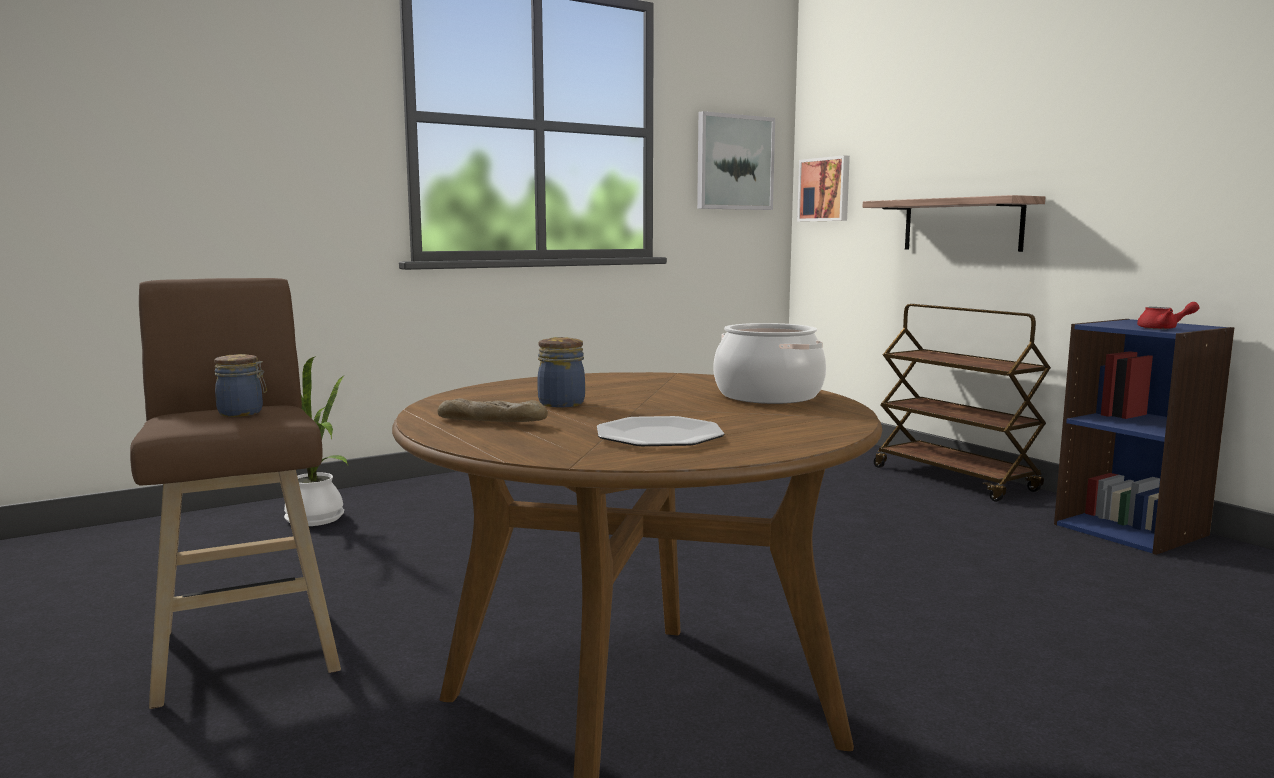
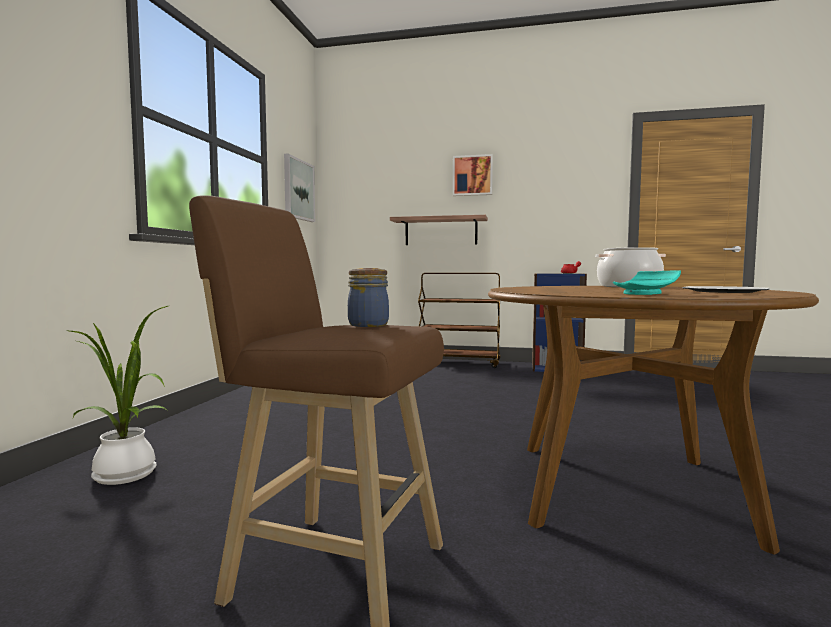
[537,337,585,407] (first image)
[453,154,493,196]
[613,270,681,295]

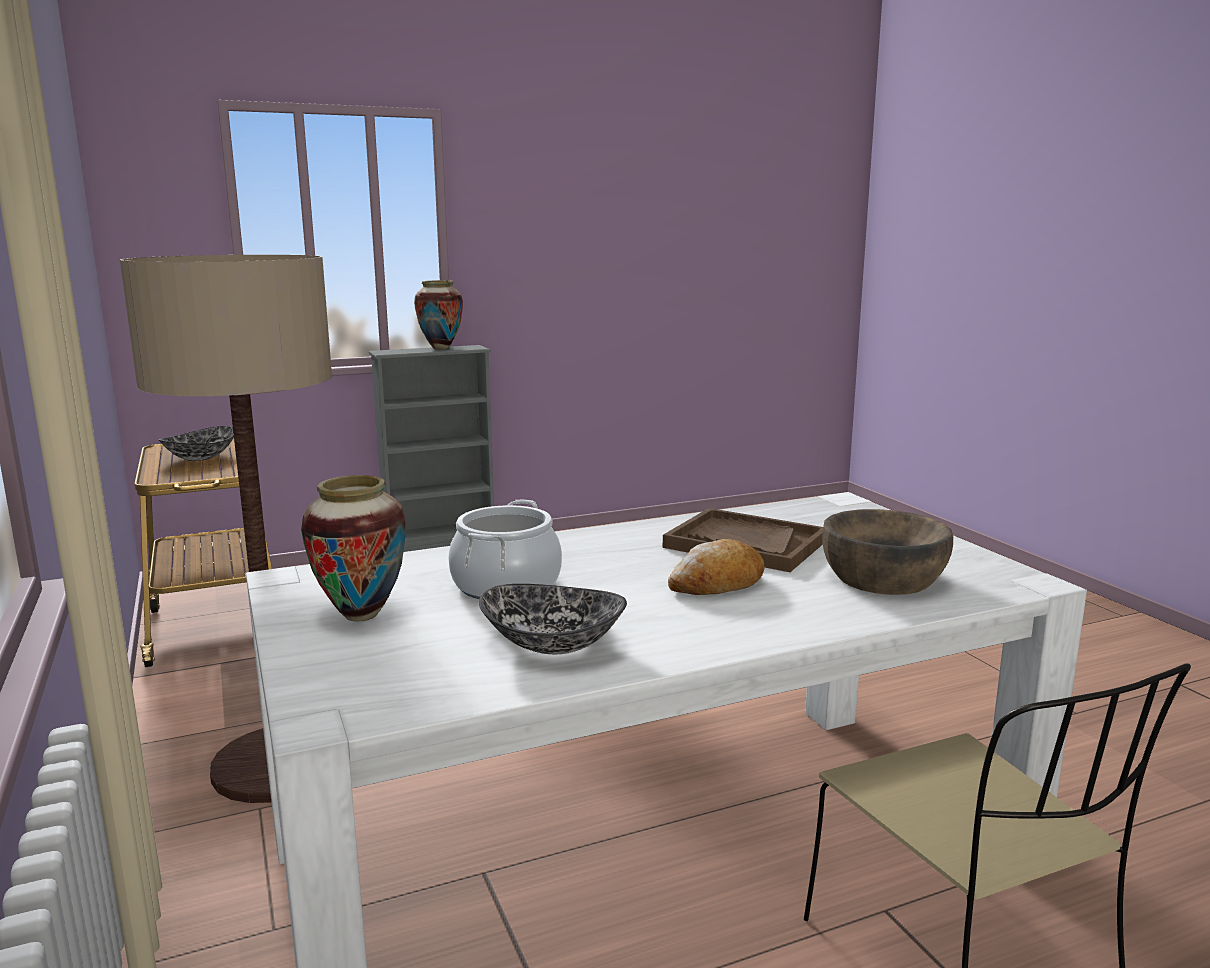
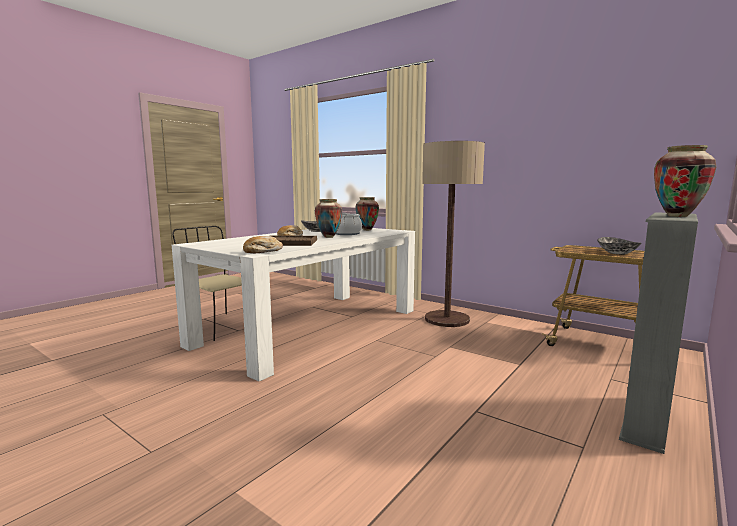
[822,509,953,595] (first image)
[243,236,283,253]
[315,199,342,238]

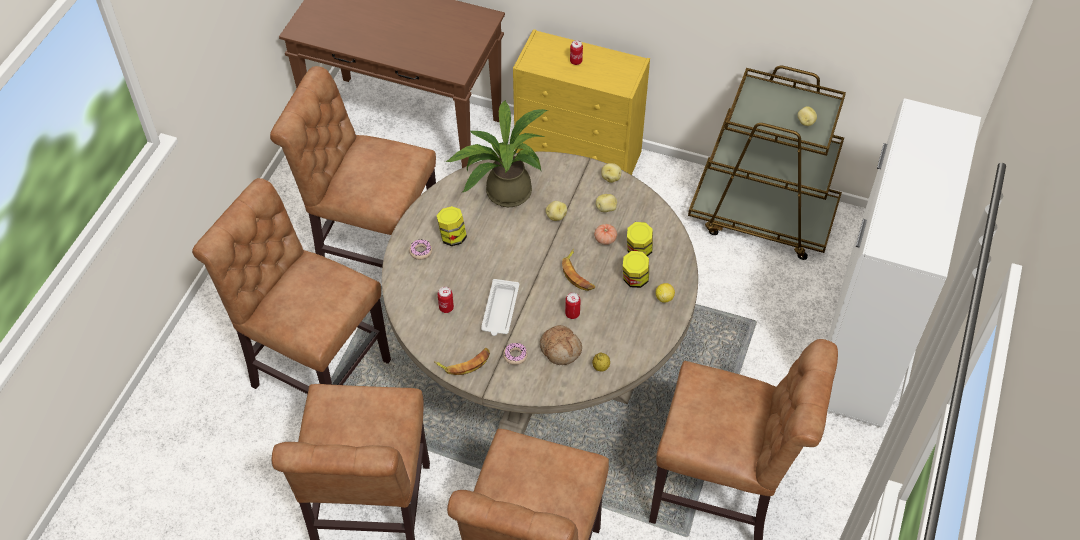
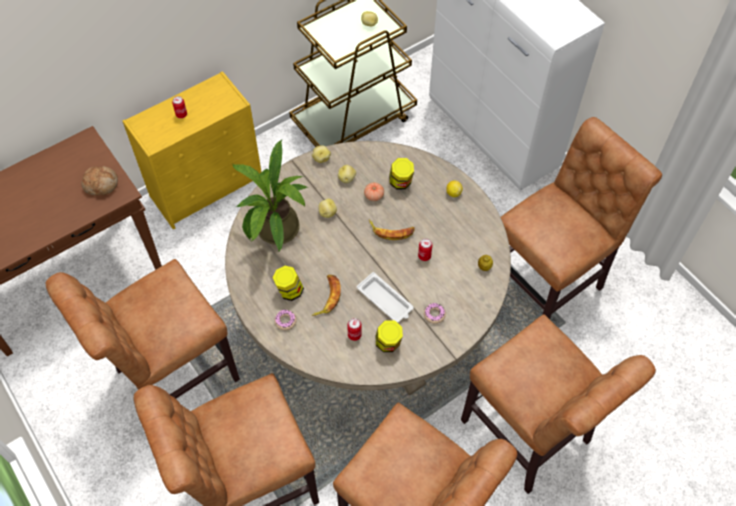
[311,275,341,316]
[81,166,118,196]
[375,320,403,352]

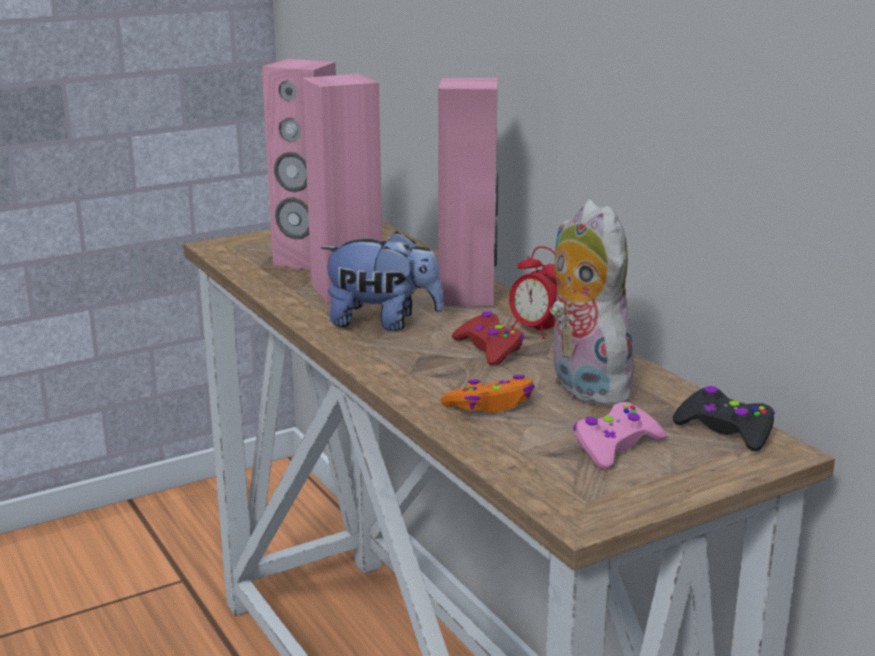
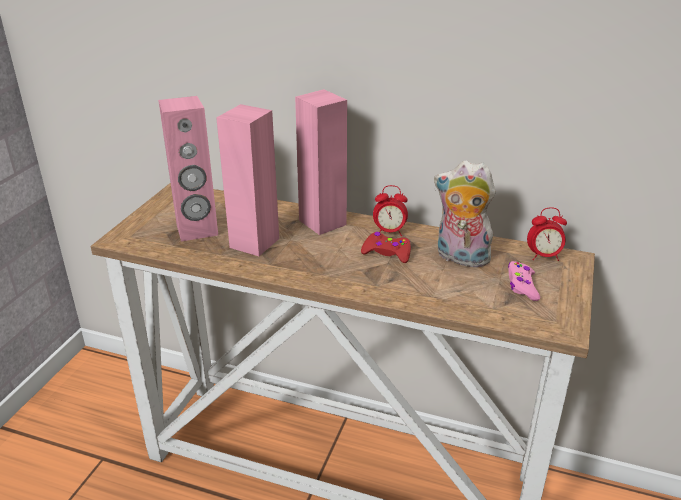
[321,231,444,331] (first image)
[441,375,535,413] (first image)
[527,207,567,261]

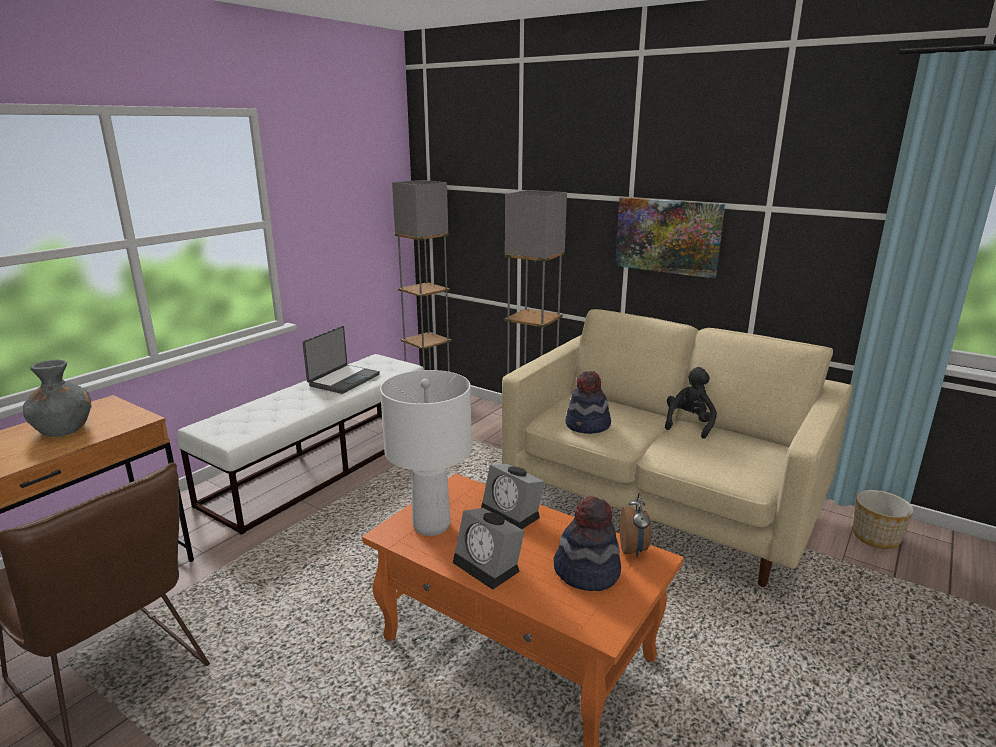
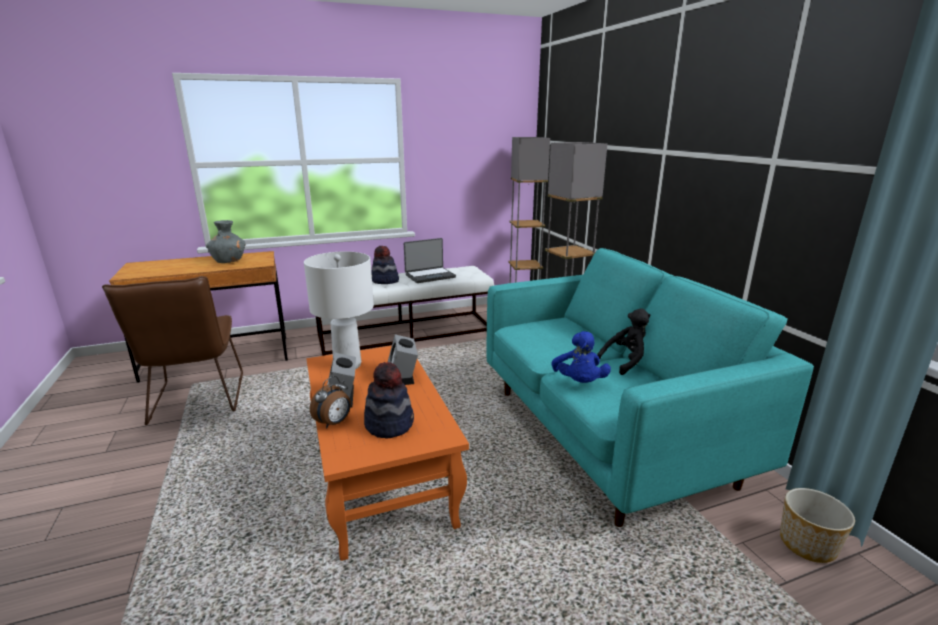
[615,197,725,279] (first image)
[551,331,611,383]
[371,246,399,284]
[310,376,351,429]
[486,248,814,527]

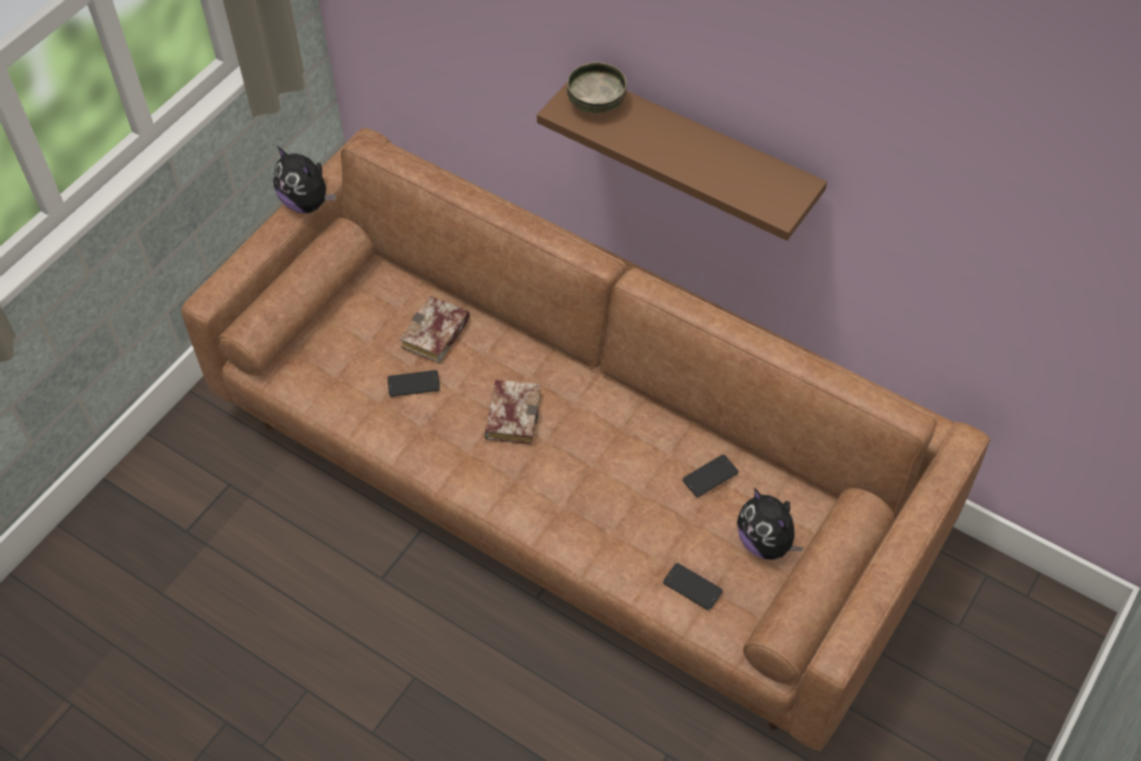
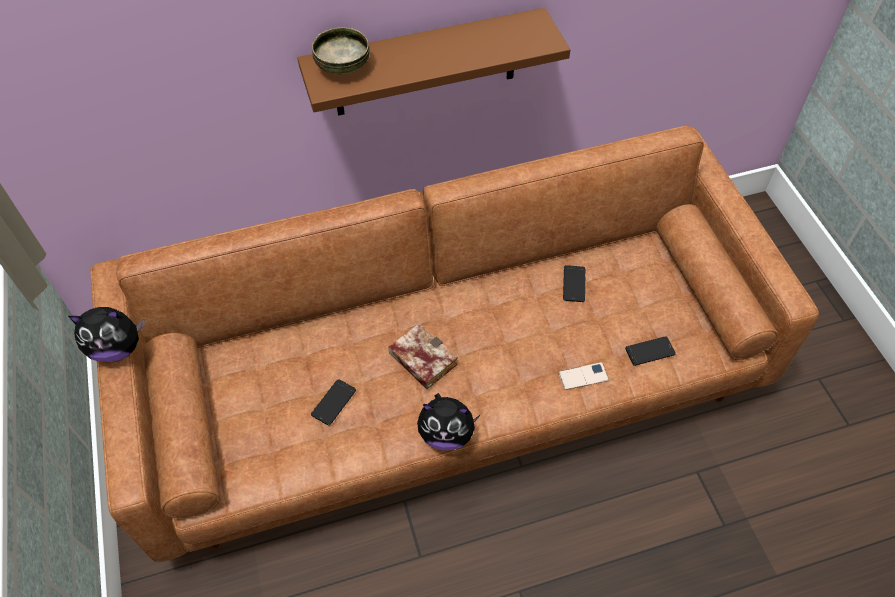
[400,296,470,363] (first image)
[558,362,609,390]
[417,393,481,450]

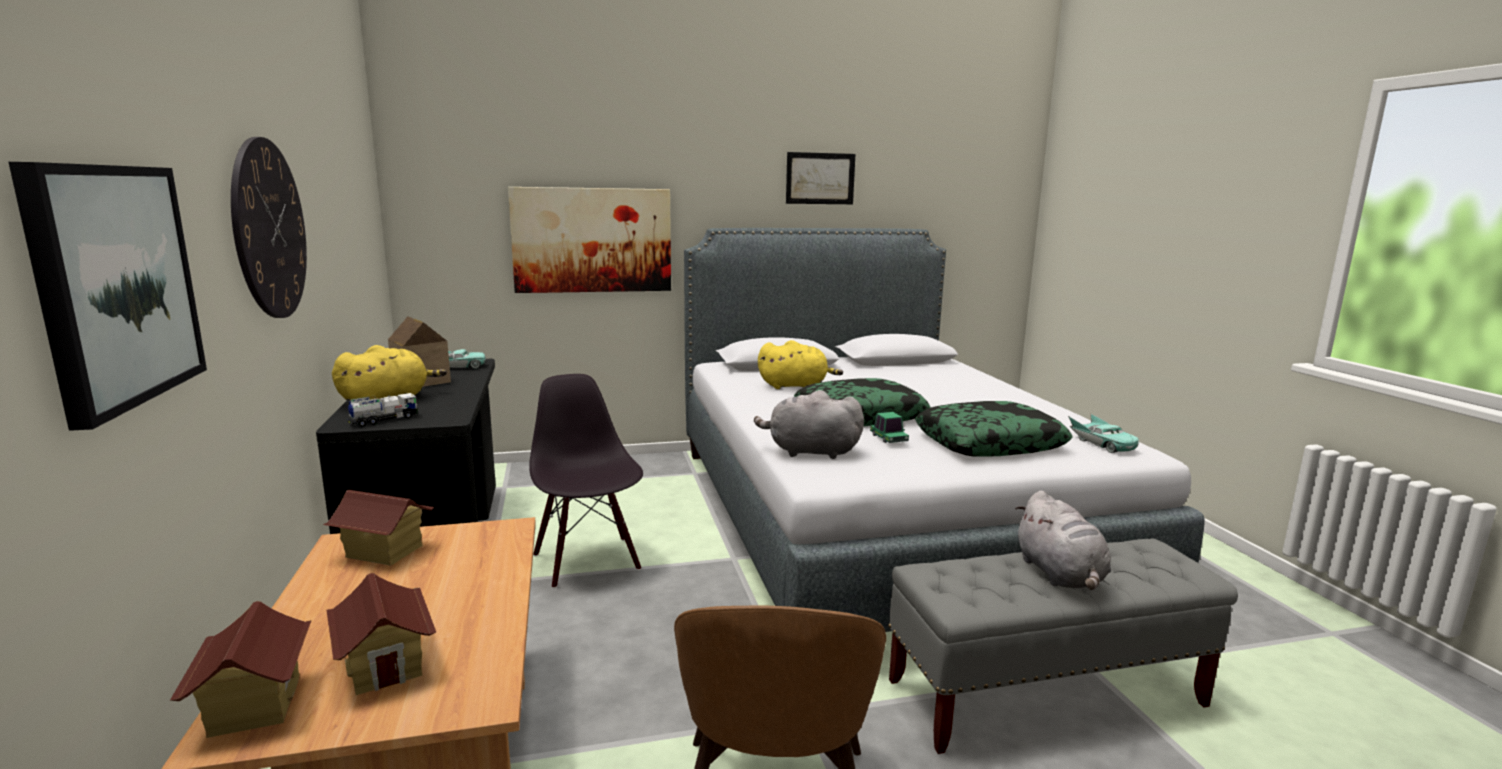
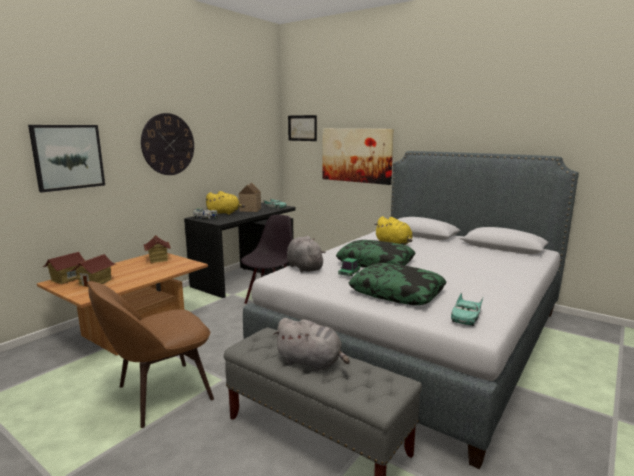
[288,115,317,141]
[273,318,350,371]

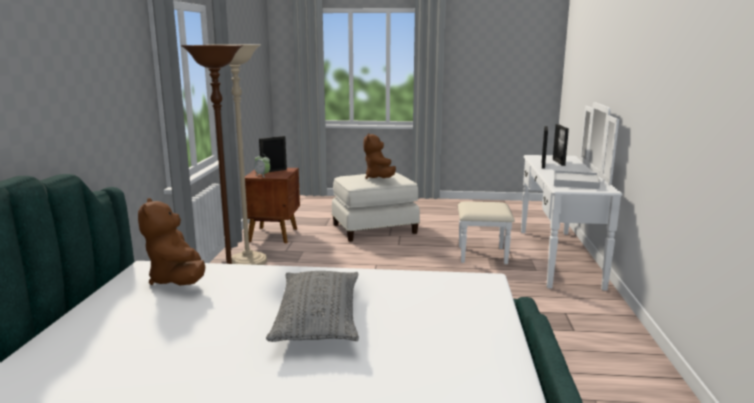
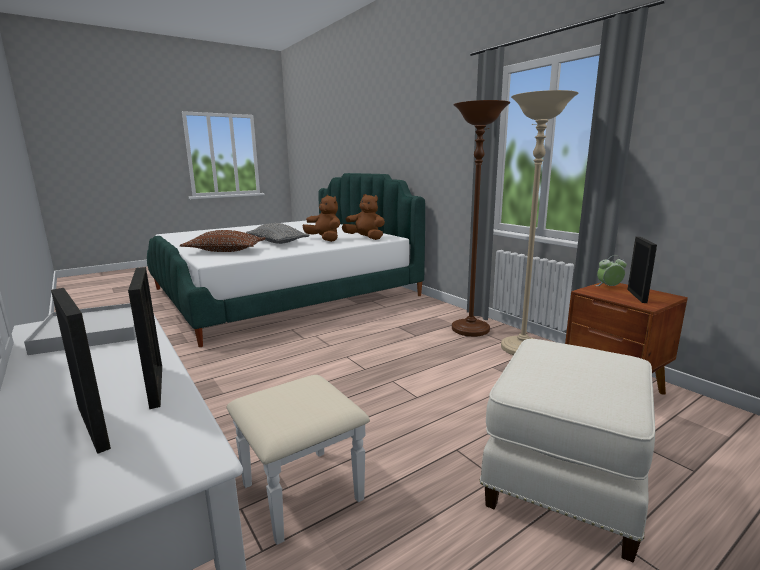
[180,230,265,252]
[303,195,340,242]

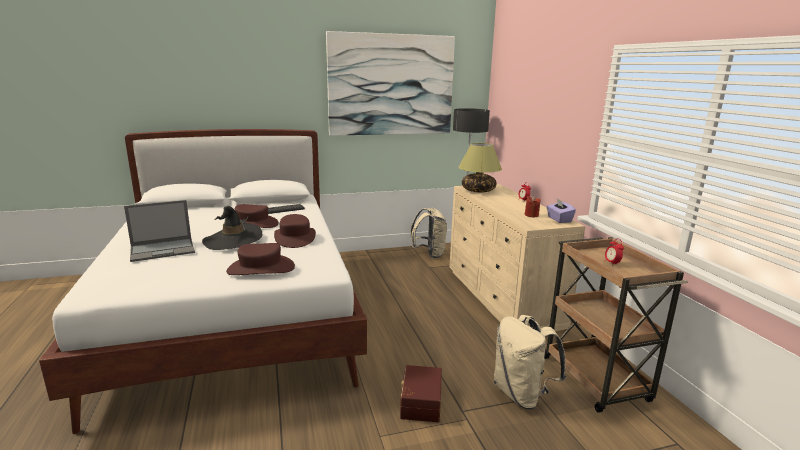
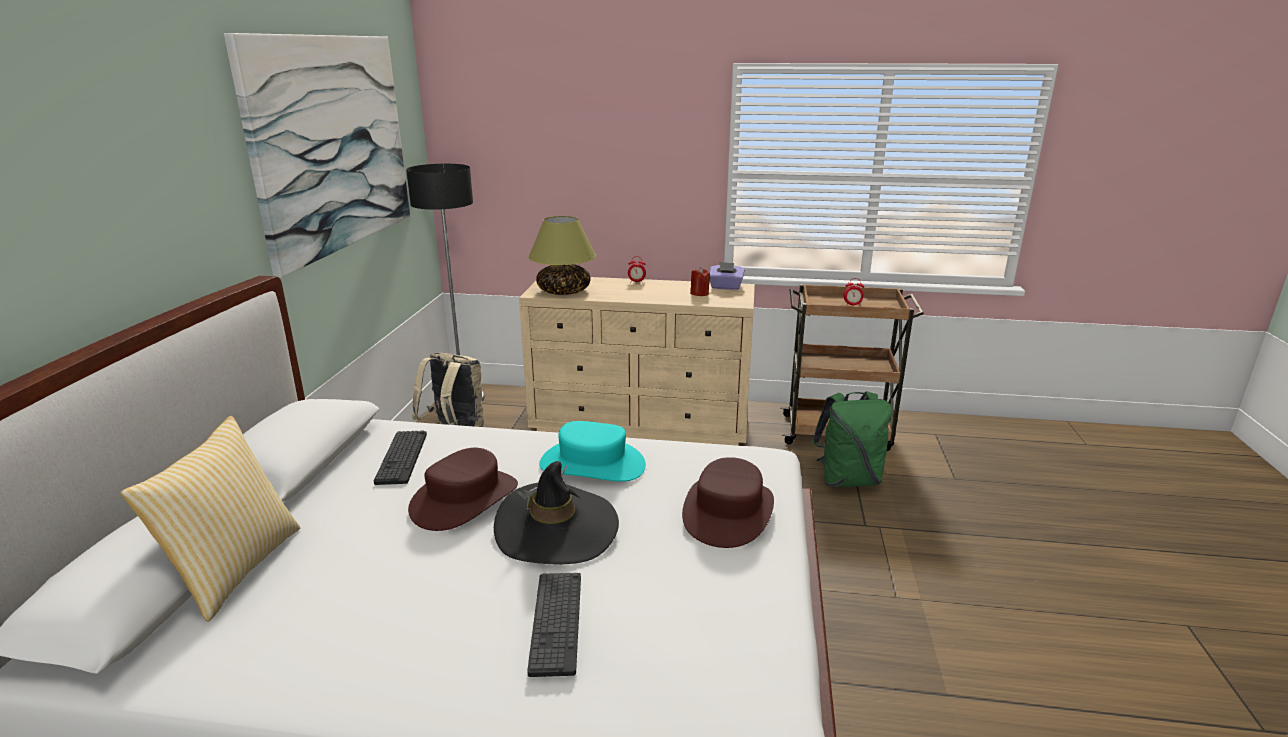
[399,365,442,422] (first image)
[121,416,300,622]
[527,573,581,677]
[539,421,646,482]
[812,391,892,487]

